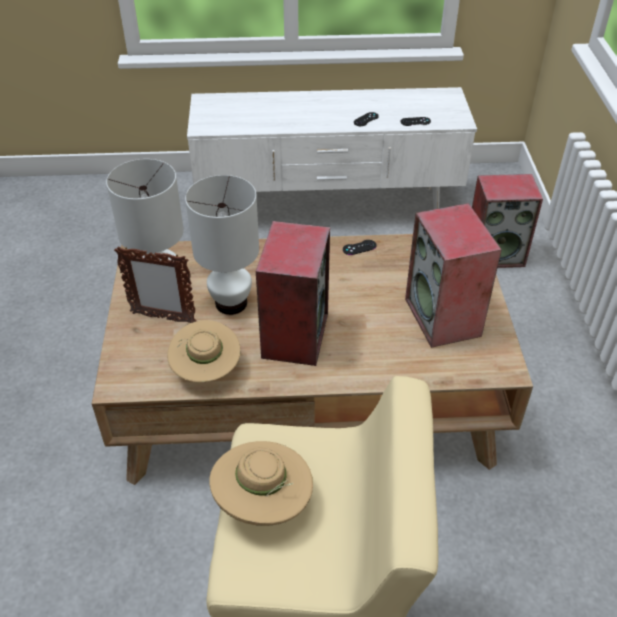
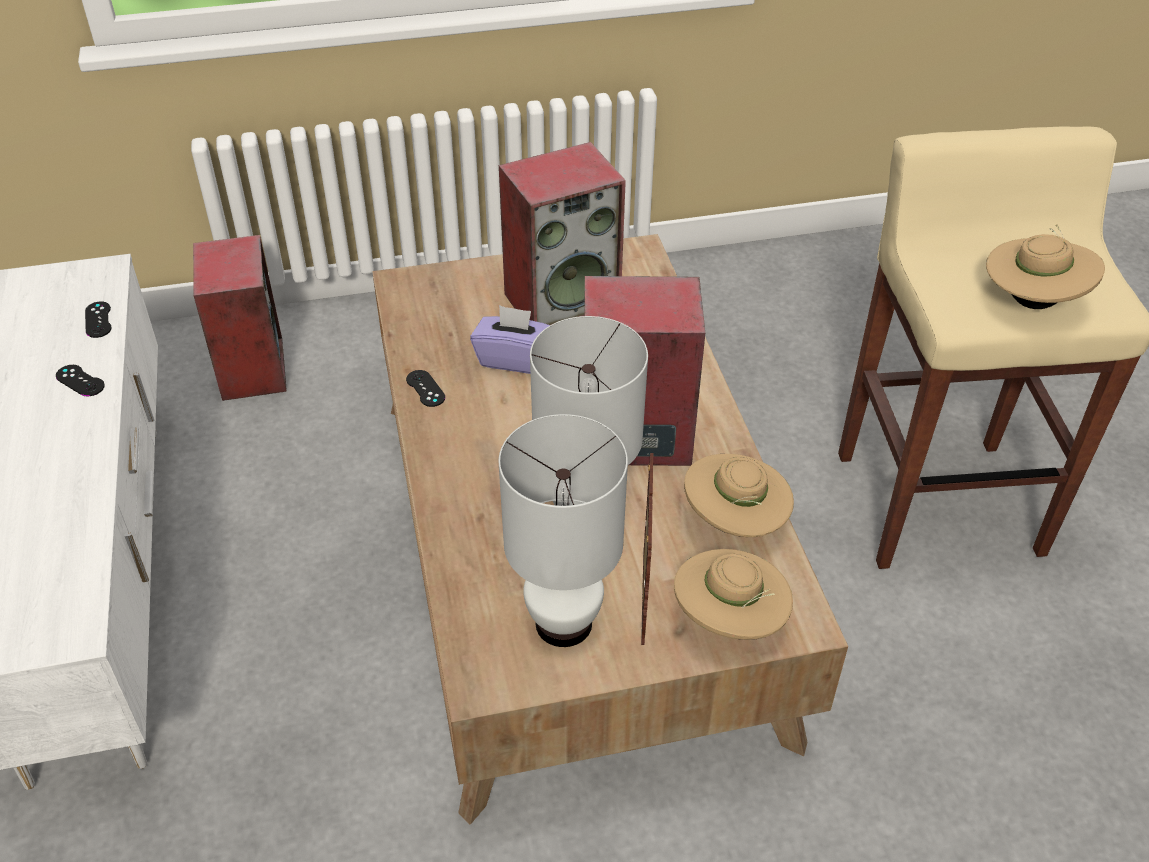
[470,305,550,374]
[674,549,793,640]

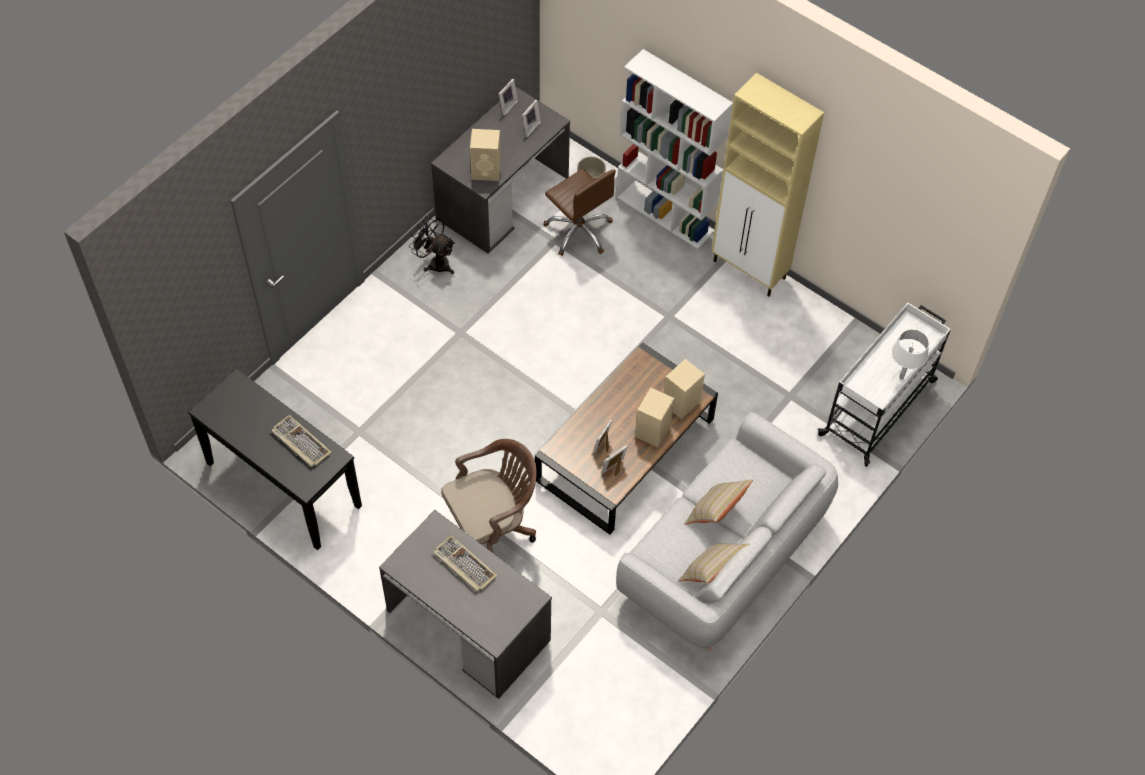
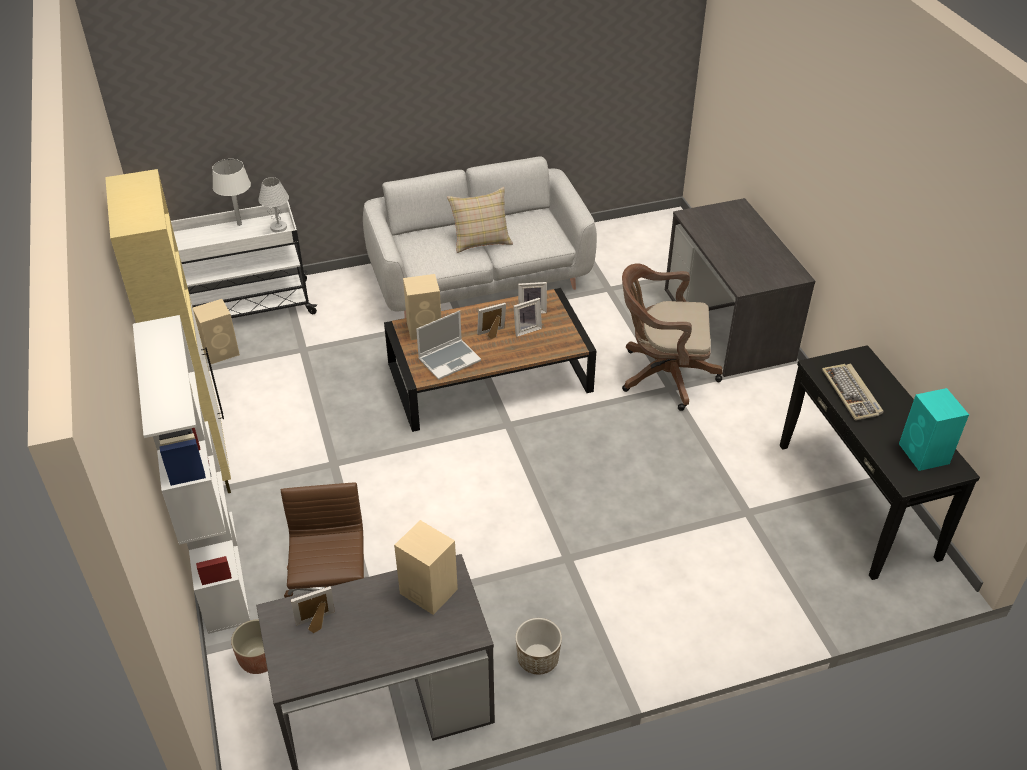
[433,535,497,592] (first image)
[678,543,751,583] (first image)
[258,177,289,232]
[416,310,481,380]
[899,388,969,471]
[477,303,506,339]
[193,299,240,364]
[515,618,562,675]

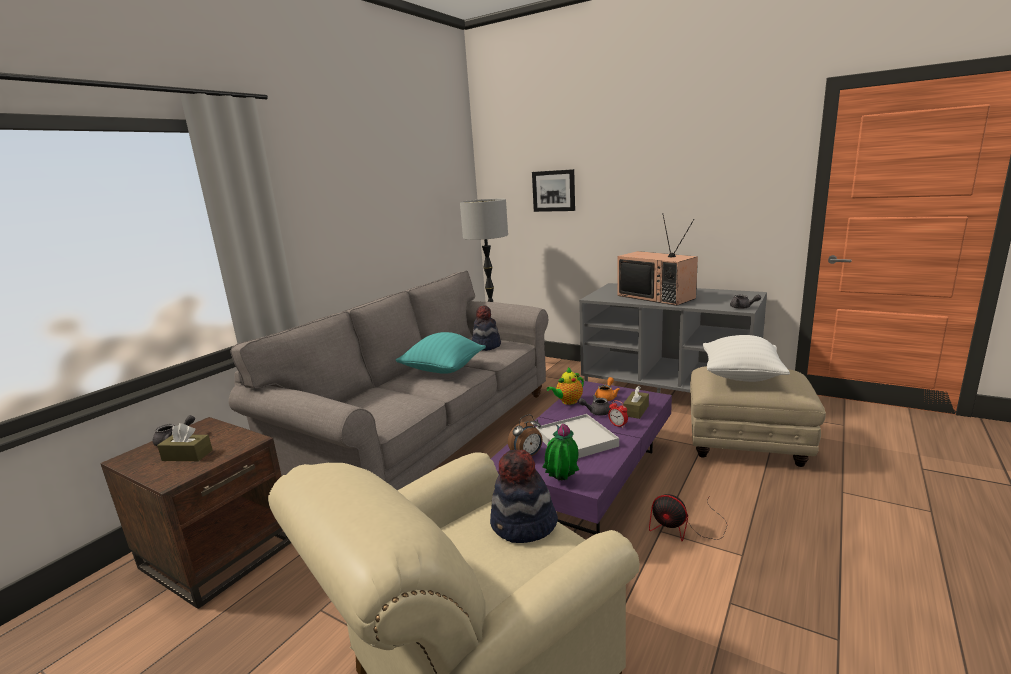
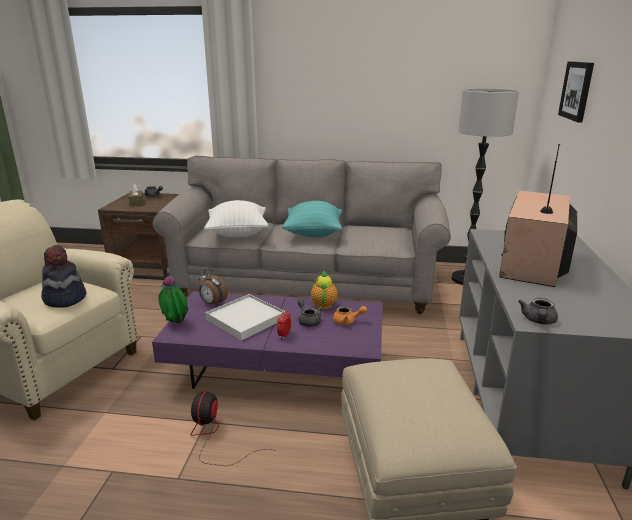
[472,305,501,351] (first image)
[623,386,649,419] (first image)
[204,200,268,237]
[311,270,338,309]

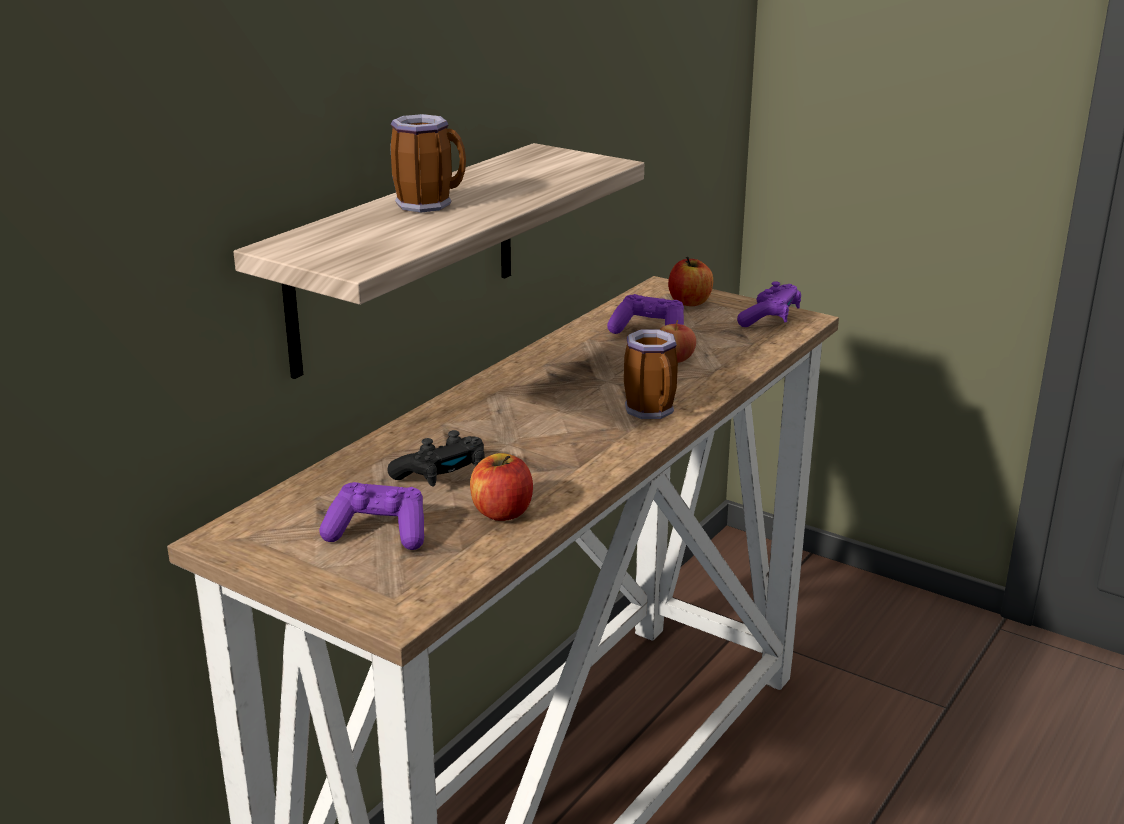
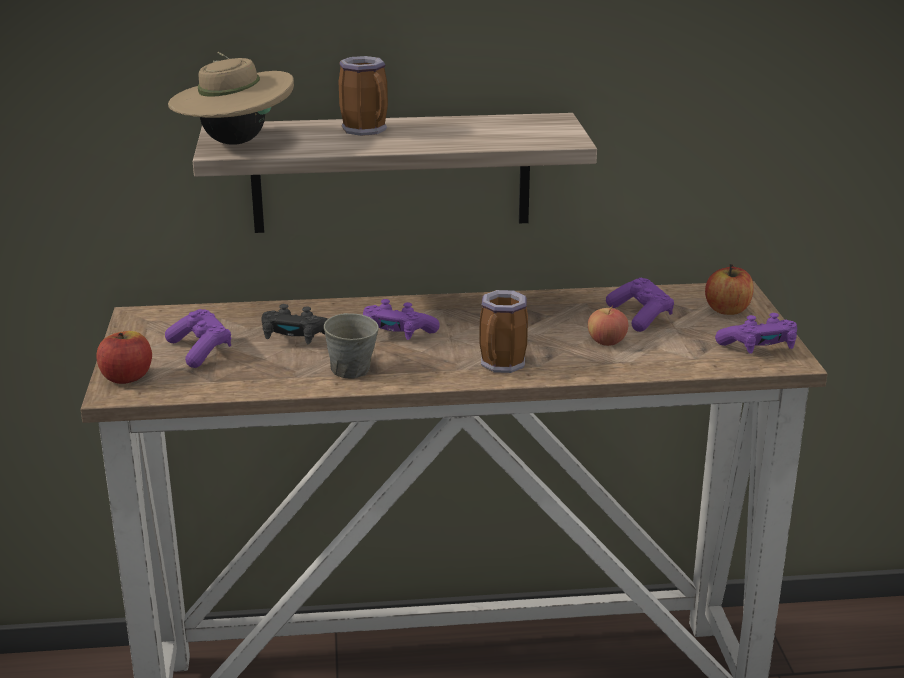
[168,52,294,145]
[324,313,379,379]
[363,299,440,340]
[96,331,152,384]

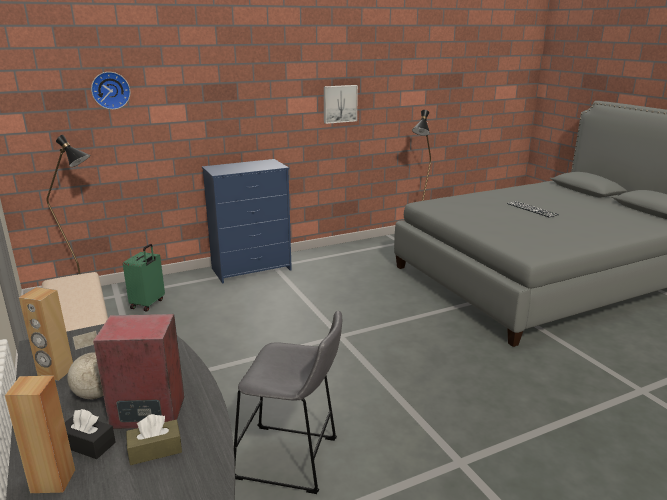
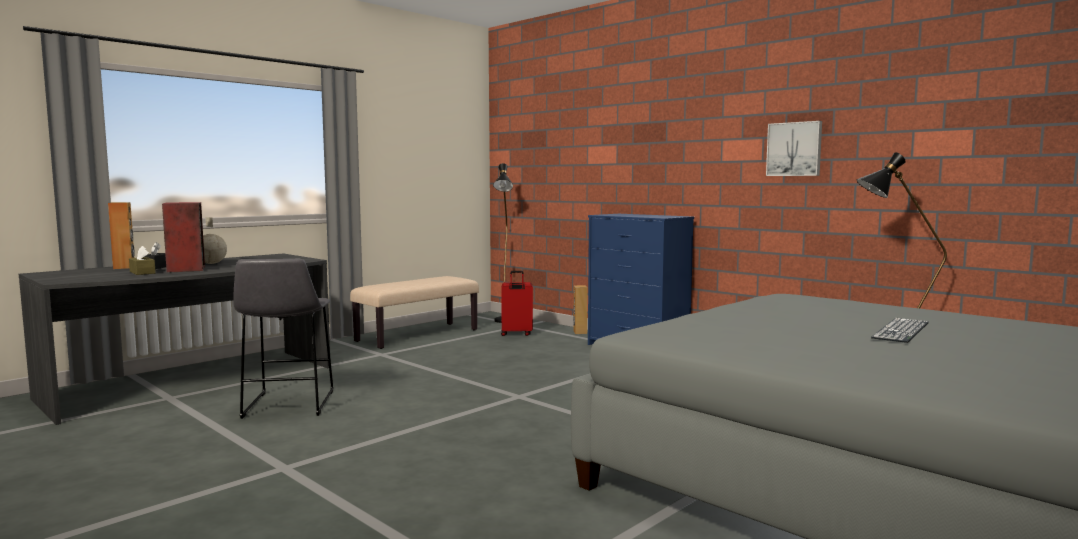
[91,72,130,110] (first image)
[573,285,587,334]
[501,271,533,336]

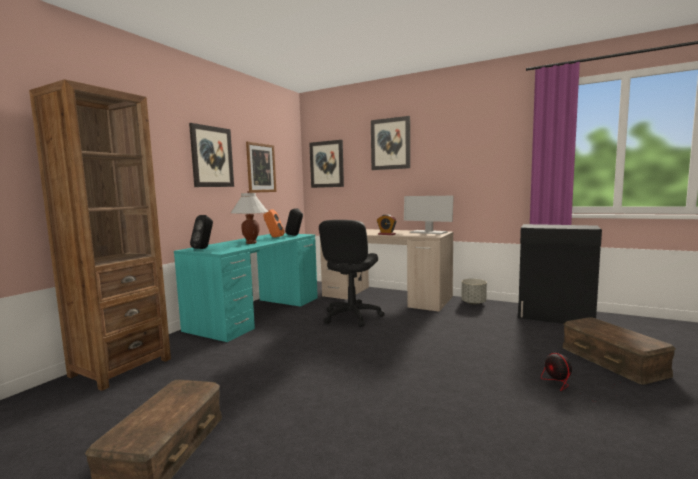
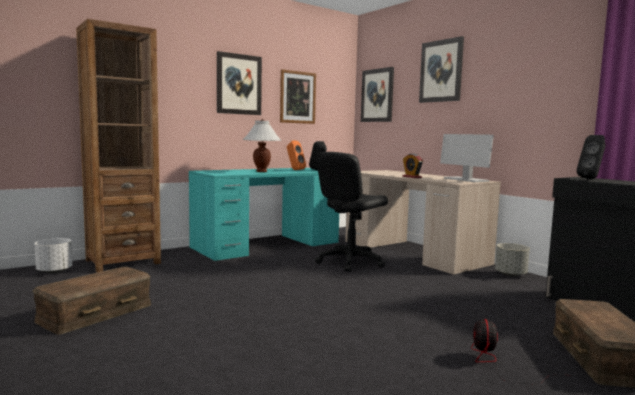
[34,238,73,273]
[576,135,606,179]

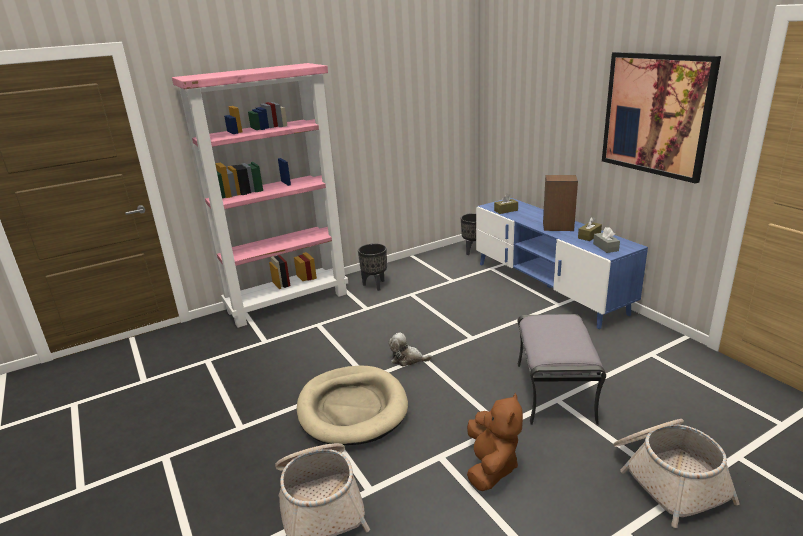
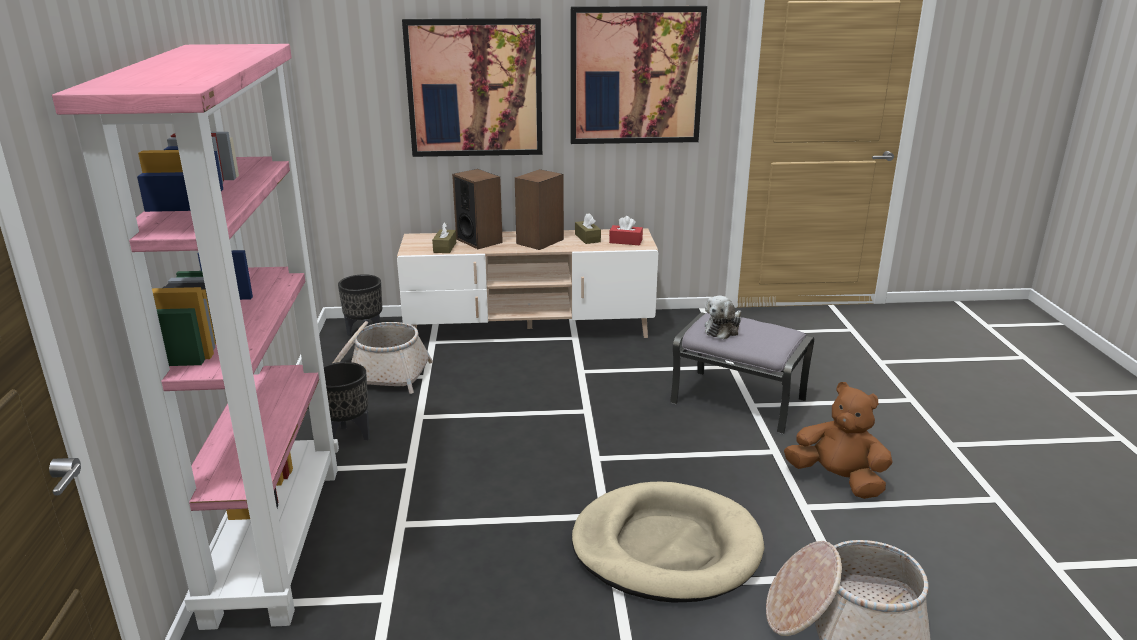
[402,18,542,157]
[452,169,503,249]
[705,296,741,340]
[333,321,433,394]
[397,228,658,338]
[609,216,643,245]

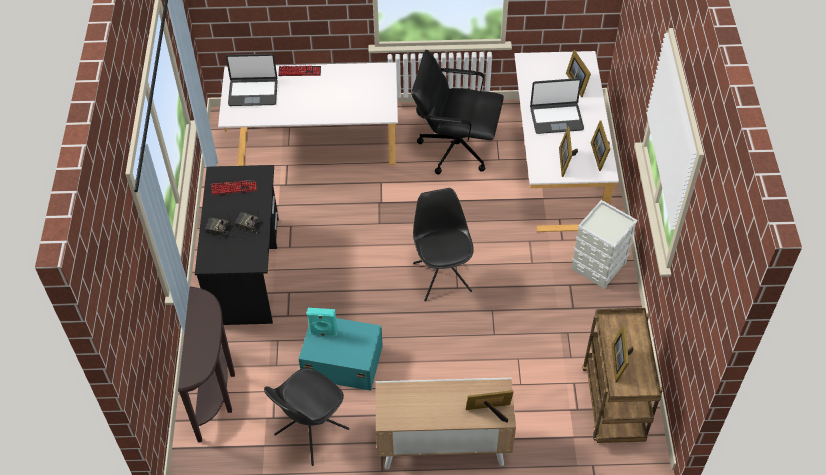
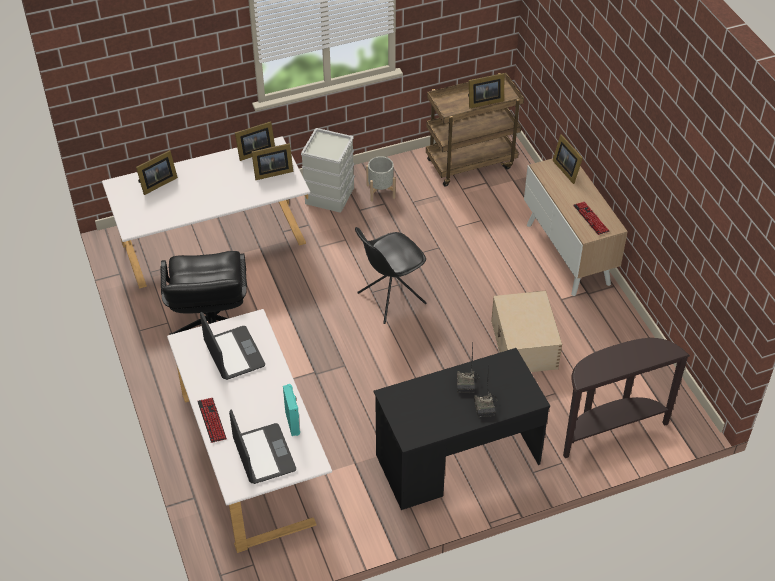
[264,368,350,466] (first image)
[366,156,396,202]
[573,202,609,235]
[283,384,300,436]
[200,312,265,380]
[491,291,562,372]

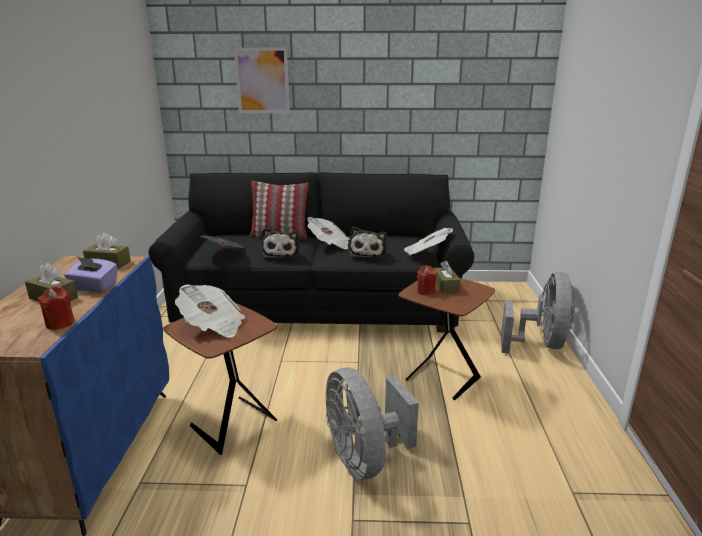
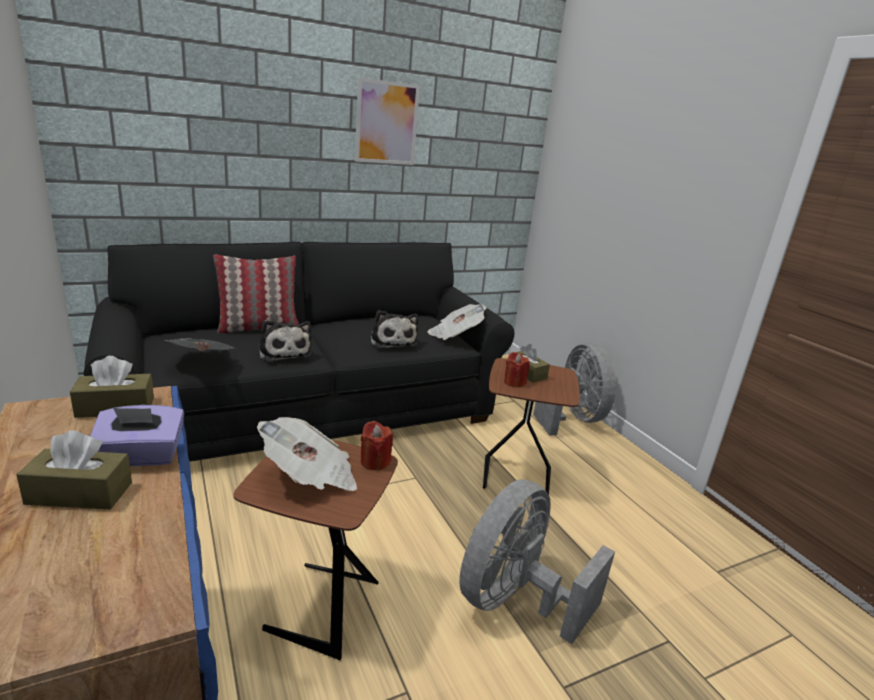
[307,217,350,249] (first image)
[361,421,393,470]
[355,77,420,165]
[459,479,615,644]

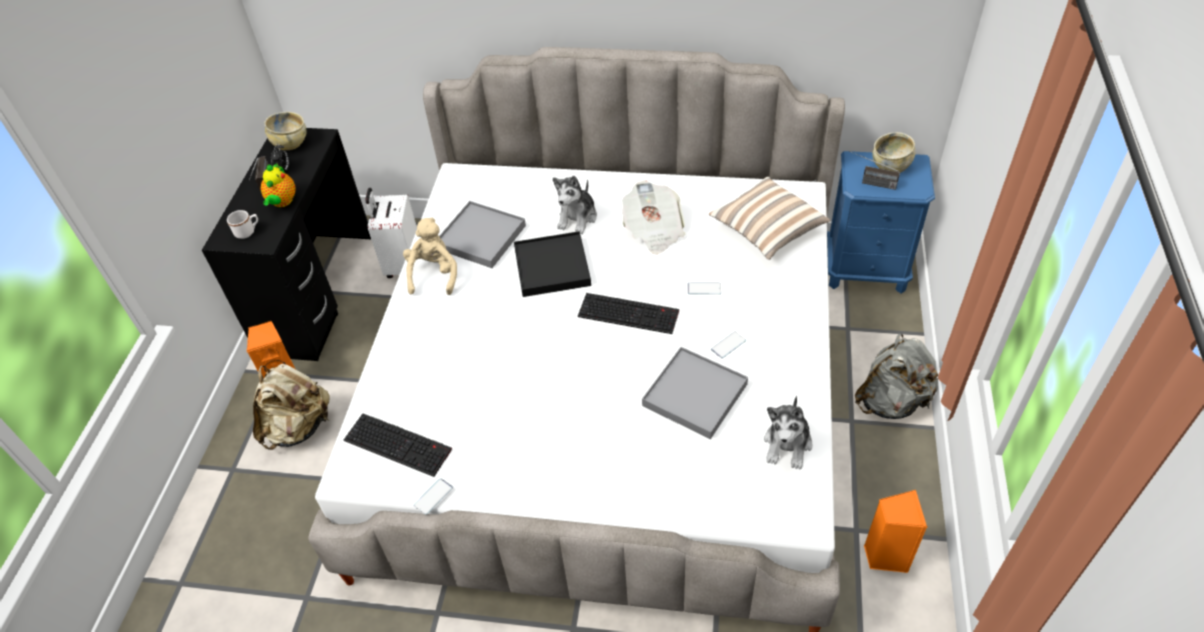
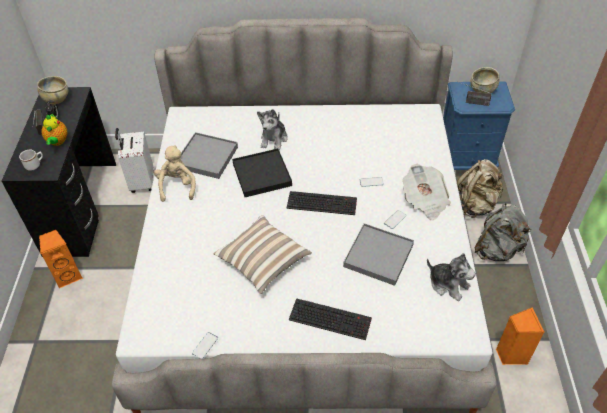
[457,159,504,218]
[289,298,372,340]
[402,164,451,221]
[214,215,312,294]
[427,253,476,301]

